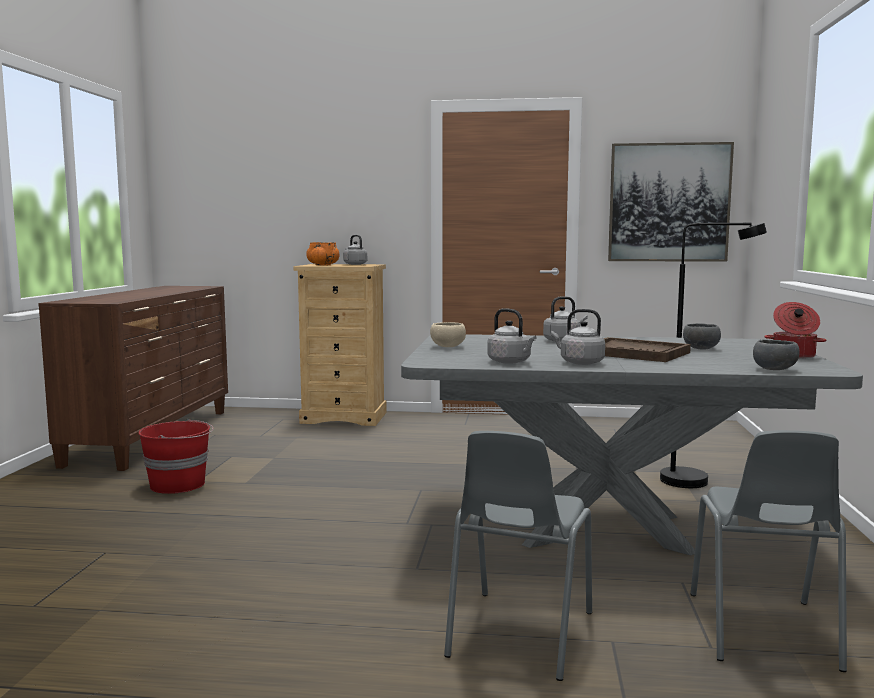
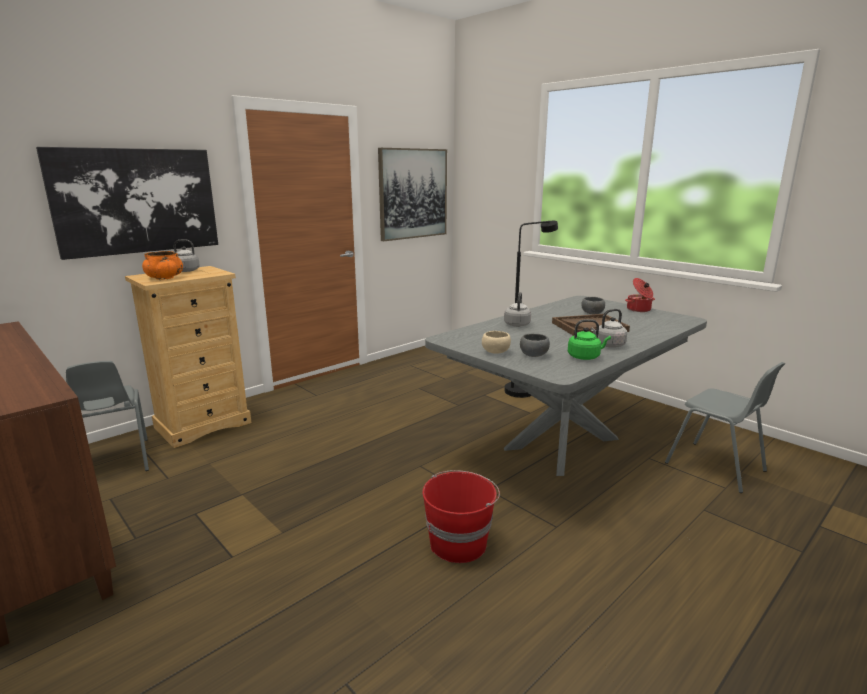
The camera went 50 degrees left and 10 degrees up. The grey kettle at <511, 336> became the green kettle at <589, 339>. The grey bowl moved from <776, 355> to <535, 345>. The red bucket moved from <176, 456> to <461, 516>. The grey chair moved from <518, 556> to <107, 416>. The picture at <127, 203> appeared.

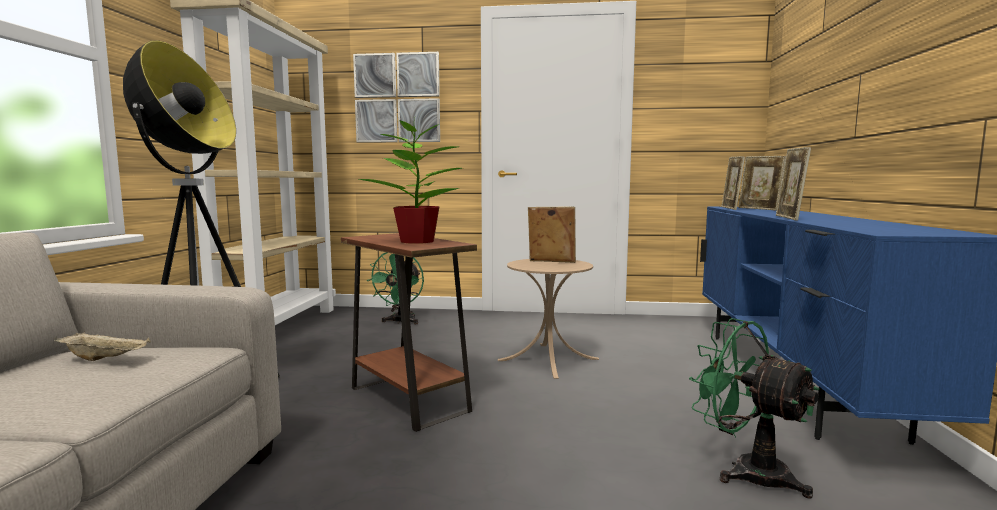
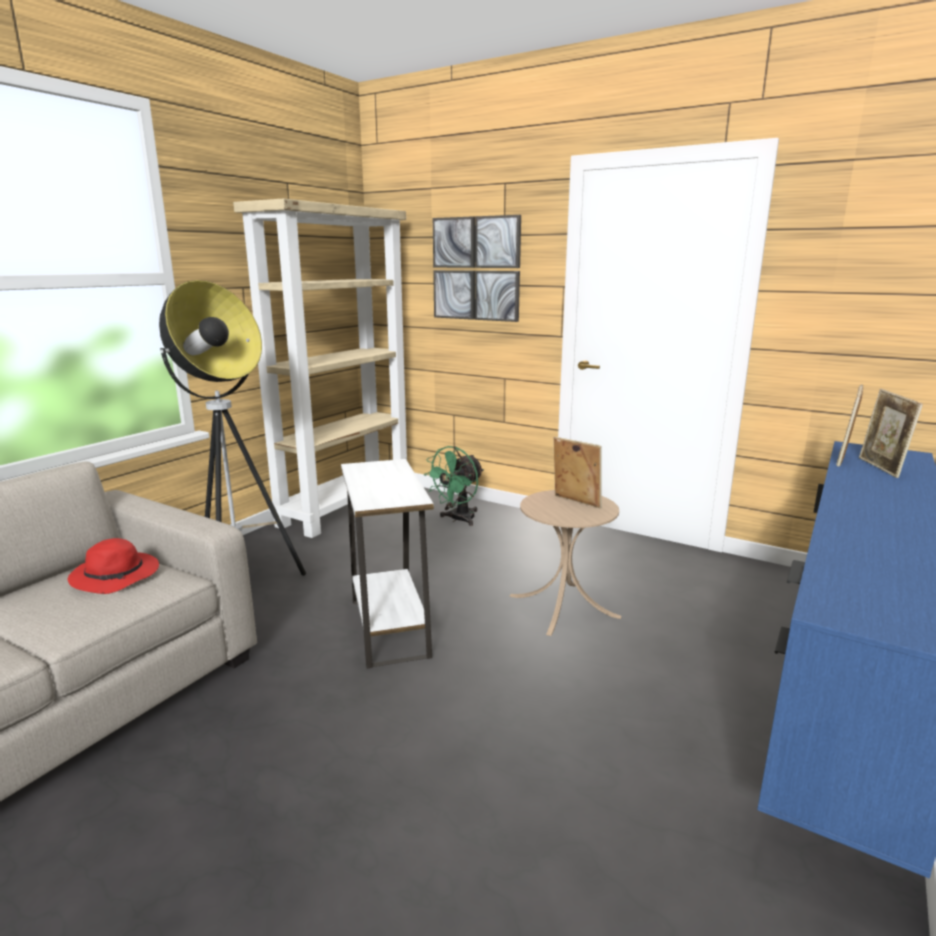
The camera went 25 degrees right and 10 degrees up. The potted plant at <410, 180> disappeared. The picture frame at <793, 184> disappeared. The brown side table at <409, 332> became the white side table at <387, 564>. The green fan at <754, 408> disappeared. The beige tray at <102, 346> was replaced by the red hat at <113, 566>.

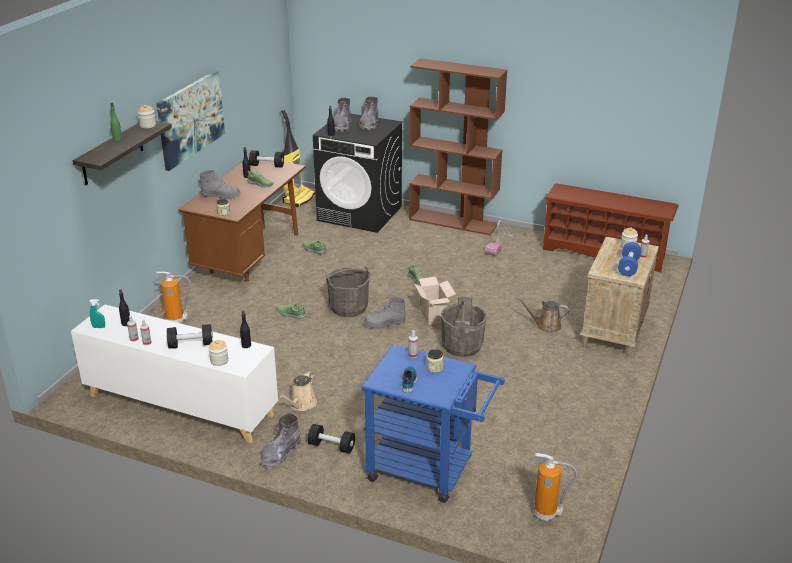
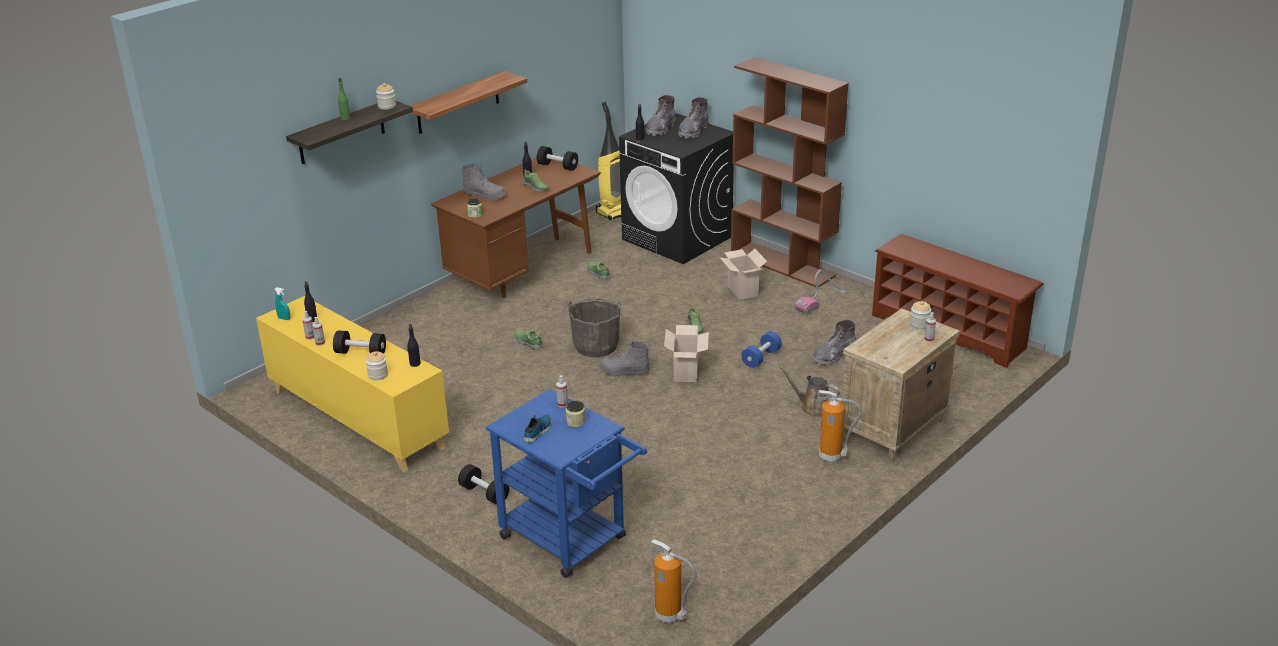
The camera went 20 degrees right and 0 degrees up. The picture at <190, 120> was replaced by the shelf at <469, 102>. The blue dumbbell moved from <630, 259> to <761, 349>. The fire extinguisher moved from <173, 297> to <839, 426>. The grey bucket at <464, 326> disappeared. The white cabinet at <174, 373> became the yellow cabinet at <352, 384>. The beige watering can at <298, 391> disappeared. The grey boot moved from <281, 440> to <834, 343>. The cardboard box at <743, 274> appeared.

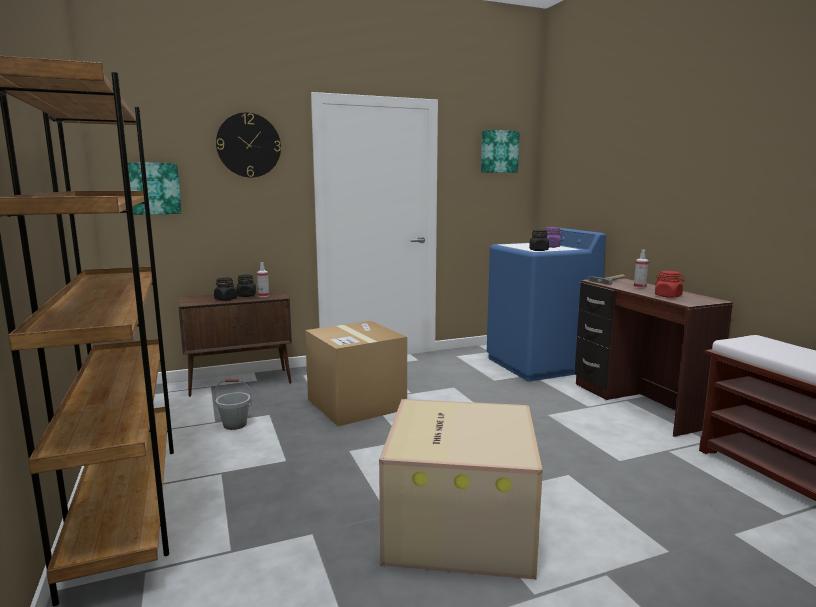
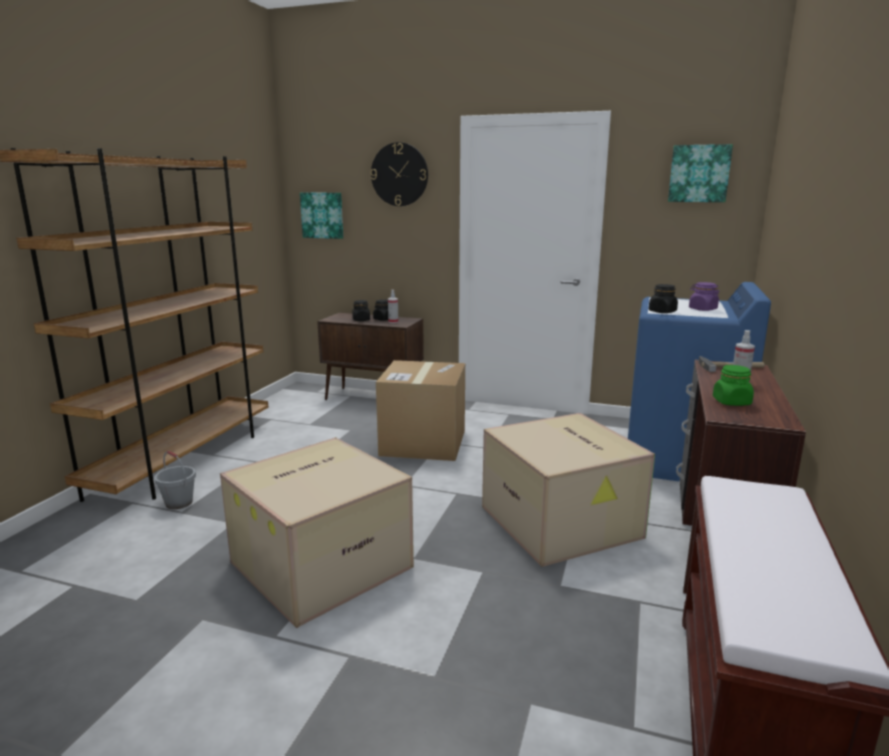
The camera went 40 degrees right and 5 degrees up. The red jar at <670, 284> became the green jar at <733, 385>. The grey bucket moved from <233, 404> to <175, 480>. The cardboard box at <568, 490> appeared.

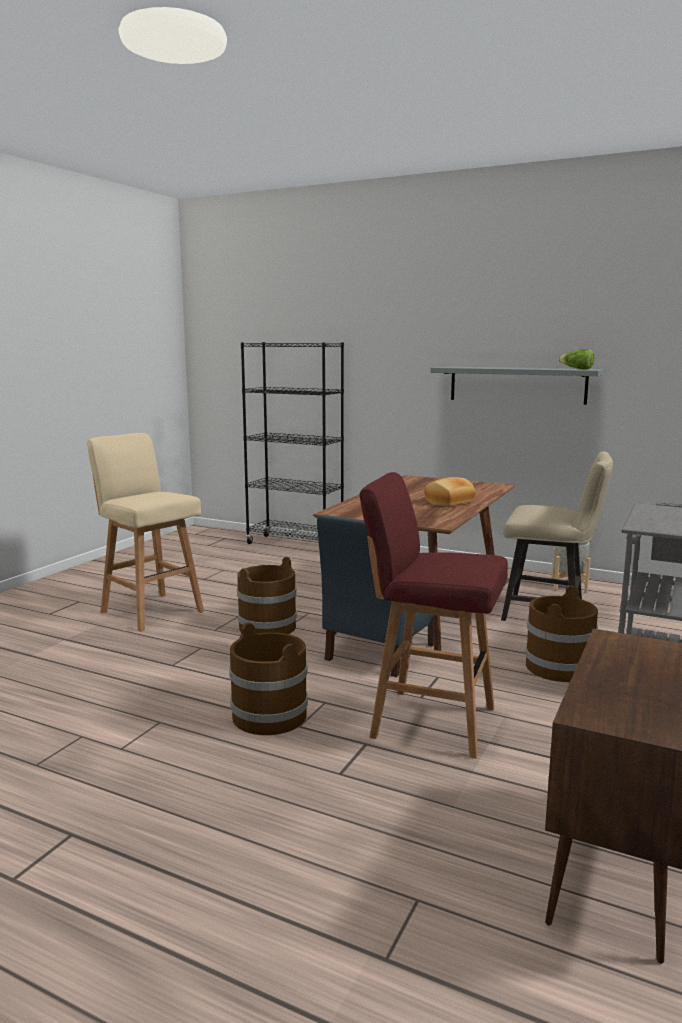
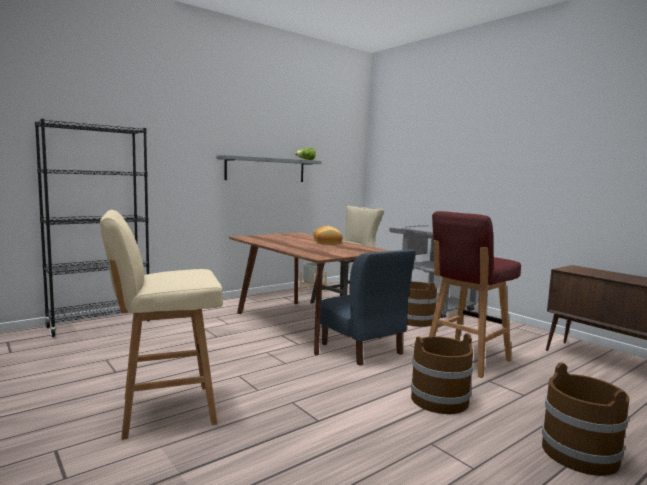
The camera went 65 degrees left and 5 degrees down. The brown bucket moved from <267, 595> to <585, 419>.

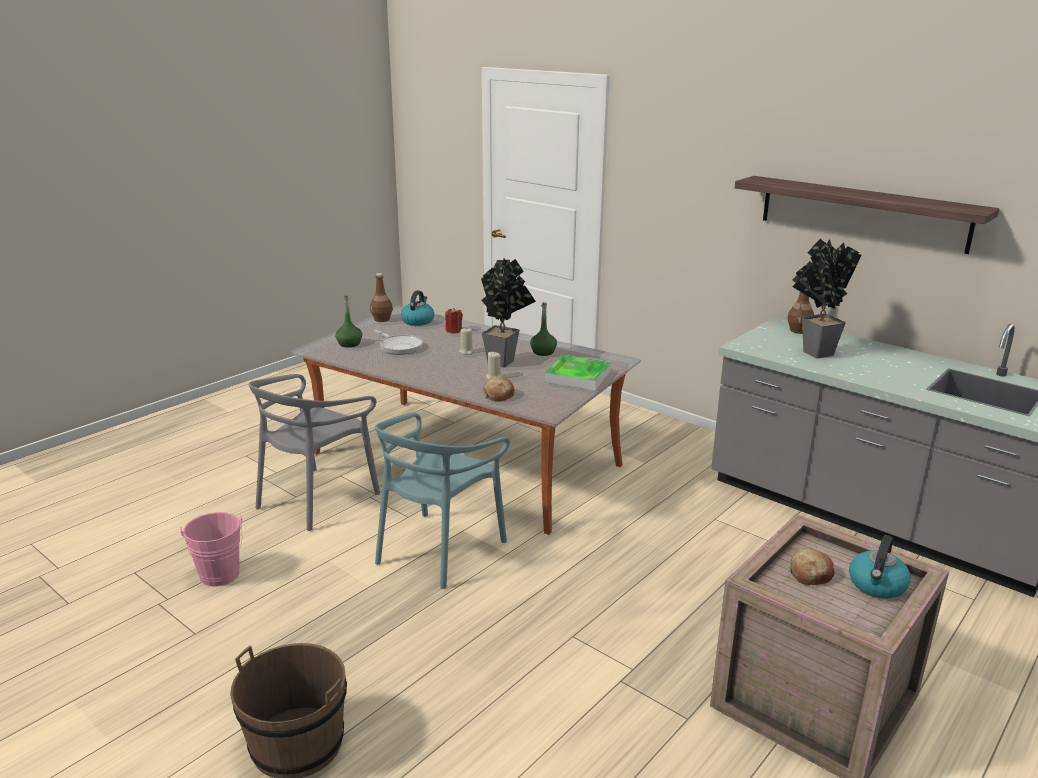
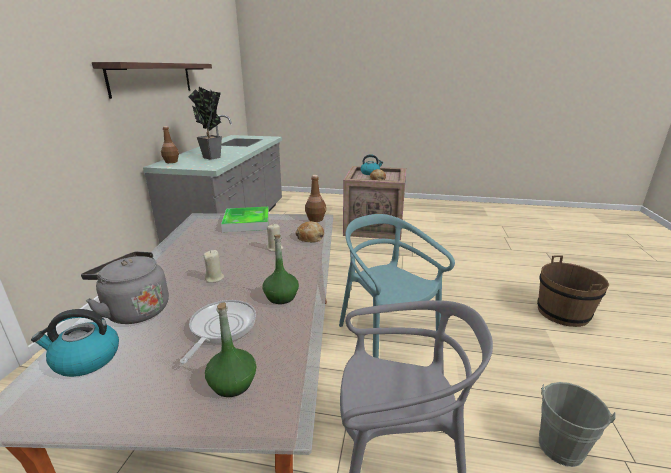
The camera went 120 degrees left and 0 degrees up. The potted plant at <508, 313> disappeared. The brown bottle moved from <381, 297> to <315, 198>. The green bottle moved from <543, 329> to <281, 269>. The red candle at <454, 320> was replaced by the grey kettle at <125, 287>. The turquoise chair at <442, 501> turned 120 degrees counterclockwise. The pink bucket at <211, 549> became the grey bucket at <577, 424>.

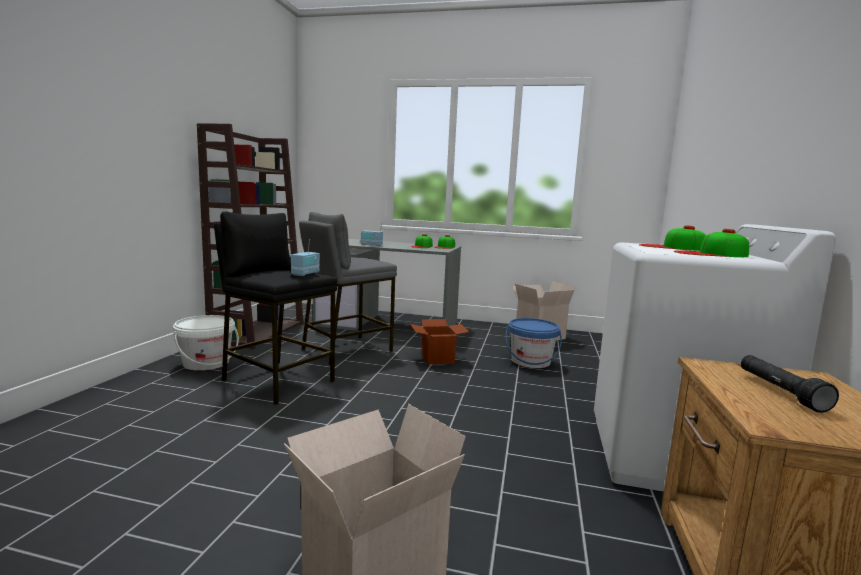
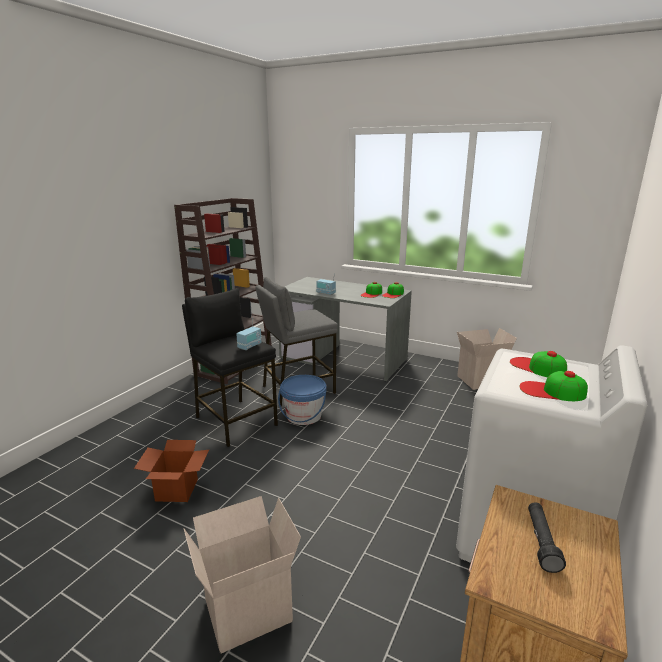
The camera went 15 degrees right and 10 degrees up. The white bucket at <206, 343> disappeared. The blue bucket moved from <533, 343> to <302, 400>. The cardboard box moved from <439, 342> to <171, 471>.

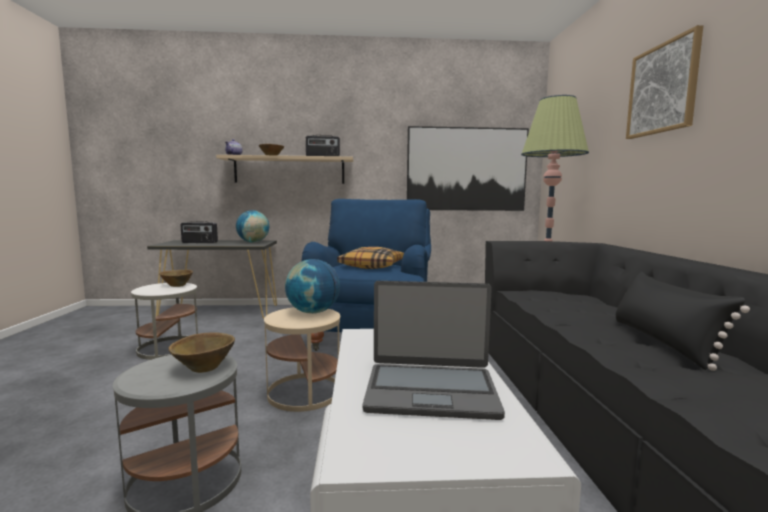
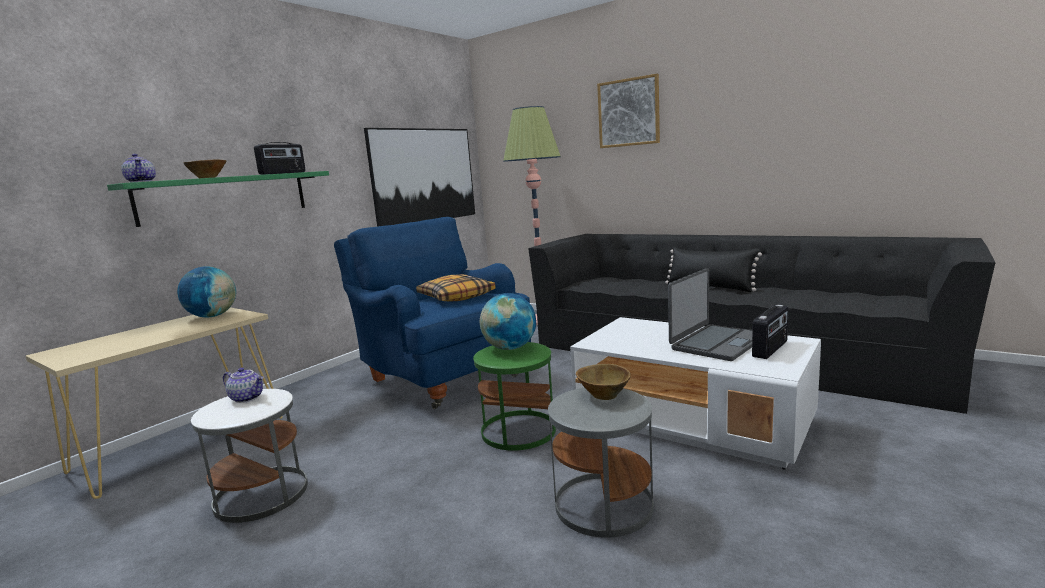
The camera went 50 degrees left and 5 degrees up. The beige shelf at <284, 169> became the green shelf at <218, 199>. The radio moved from <199, 232> to <770, 332>. The black console table at <212, 279> became the beige console table at <154, 403>. The brown bowl at <176, 278> was replaced by the teapot at <243, 385>. The beige side table at <302, 359> became the green side table at <514, 396>.

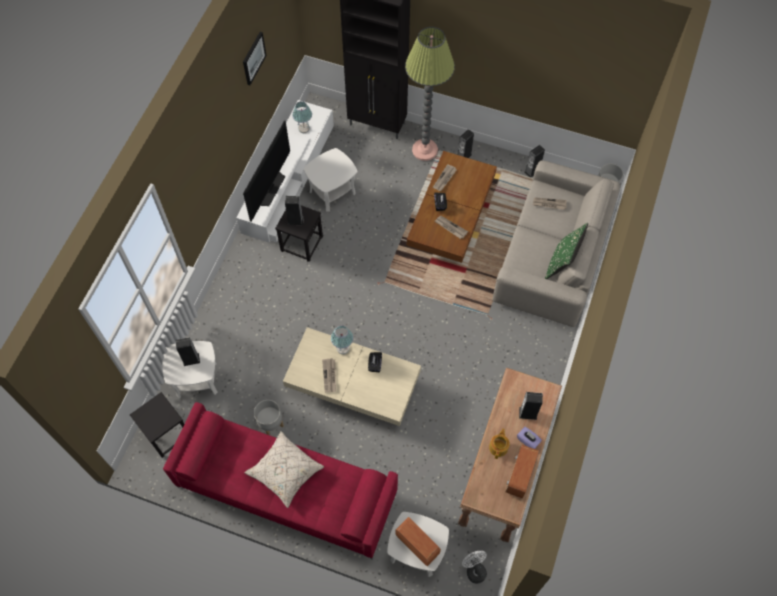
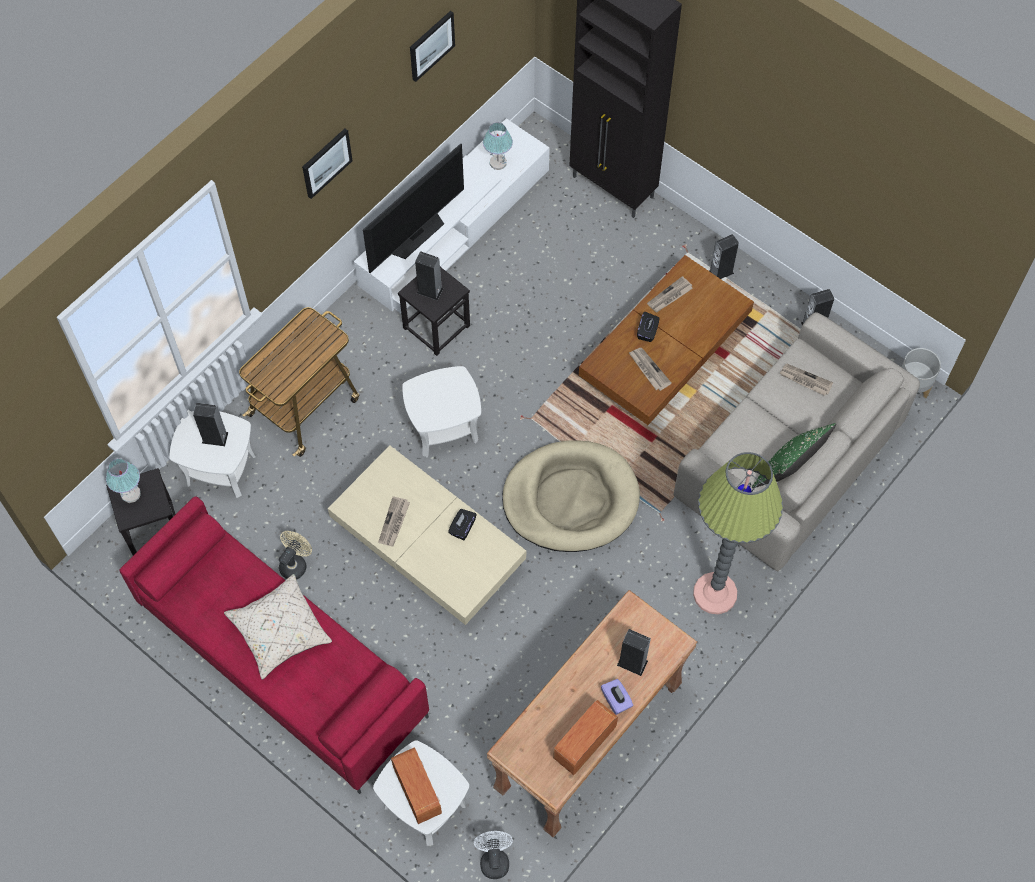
The camera went 20 degrees right and 0 degrees up. The floor lamp moved from <430, 94> to <738, 533>. The white side table moved from <331, 180> to <441, 412>. The table lamp moved from <342, 340> to <123, 480>. The grey planter at <269, 417> was replaced by the beige fan at <295, 555>. The teapot at <499, 443> disappeared. The picture at <327, 163> appeared. The cart at <299, 382> appeared. The beige dog bed at <571, 496> appeared.

